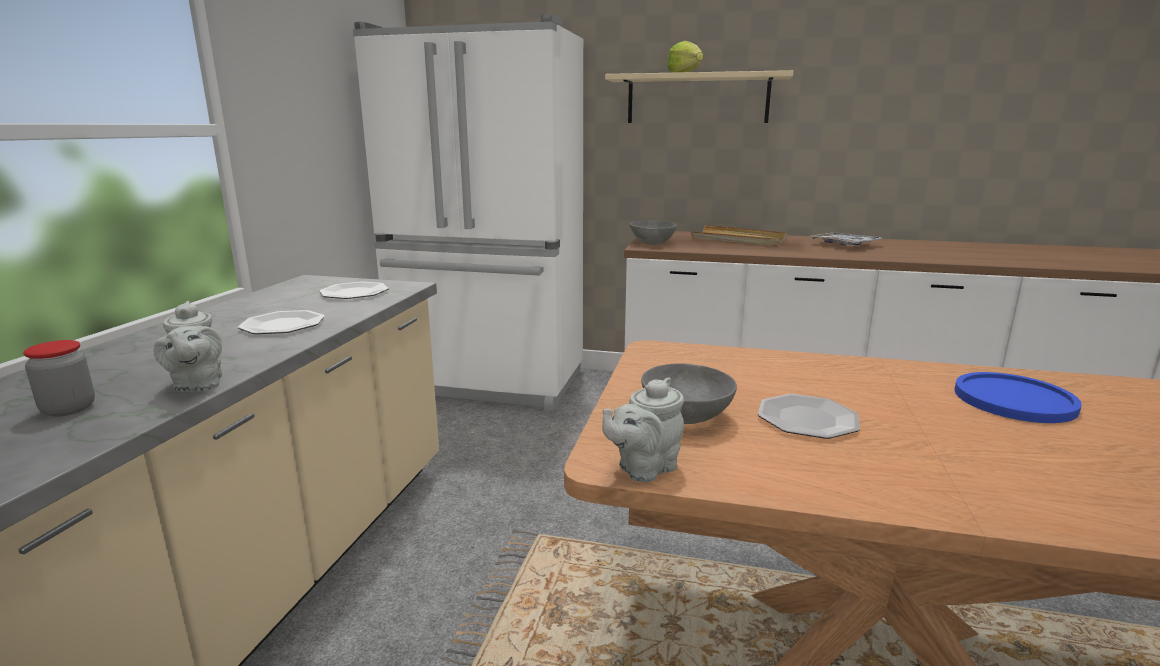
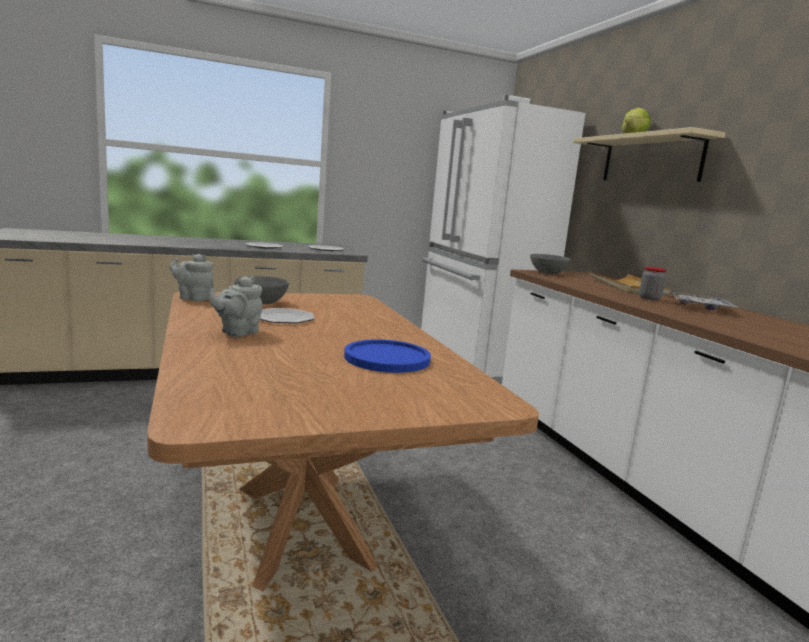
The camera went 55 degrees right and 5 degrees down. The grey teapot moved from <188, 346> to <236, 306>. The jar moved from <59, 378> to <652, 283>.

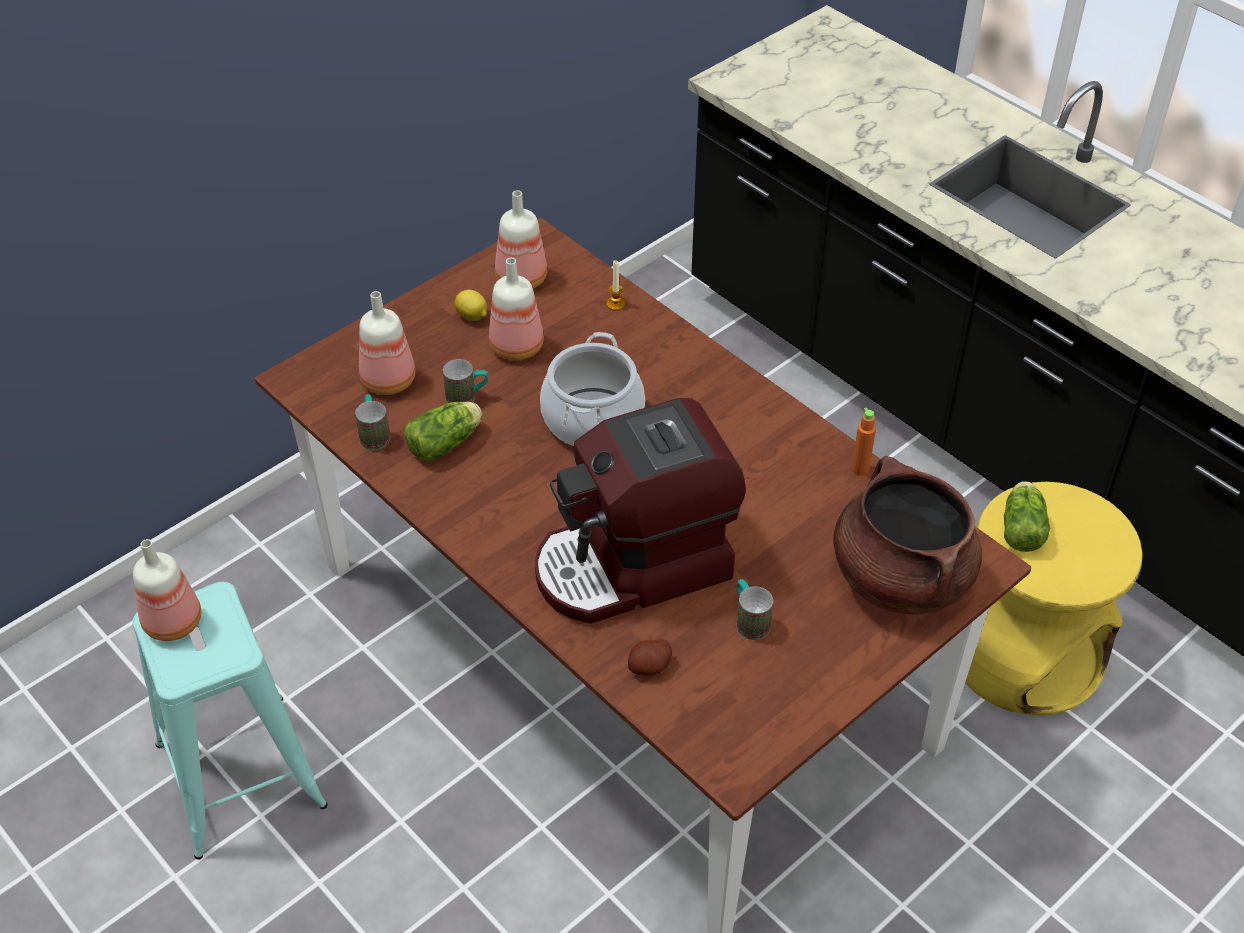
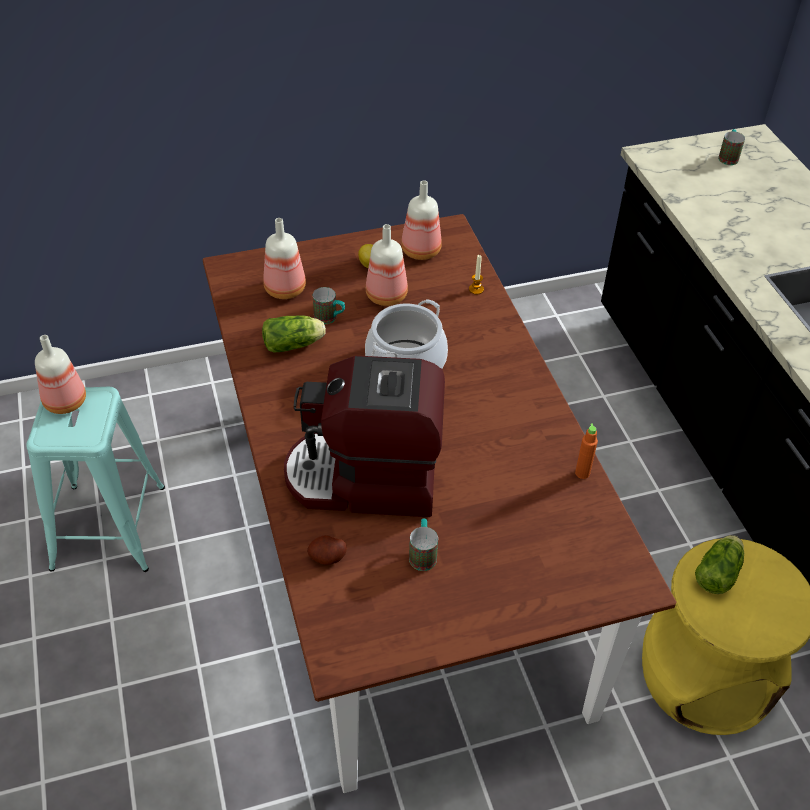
The camera went 25 degrees right and 0 degrees up. The mug moved from <372, 422> to <731, 147>. The brown cooking pot at <907, 535> disappeared.

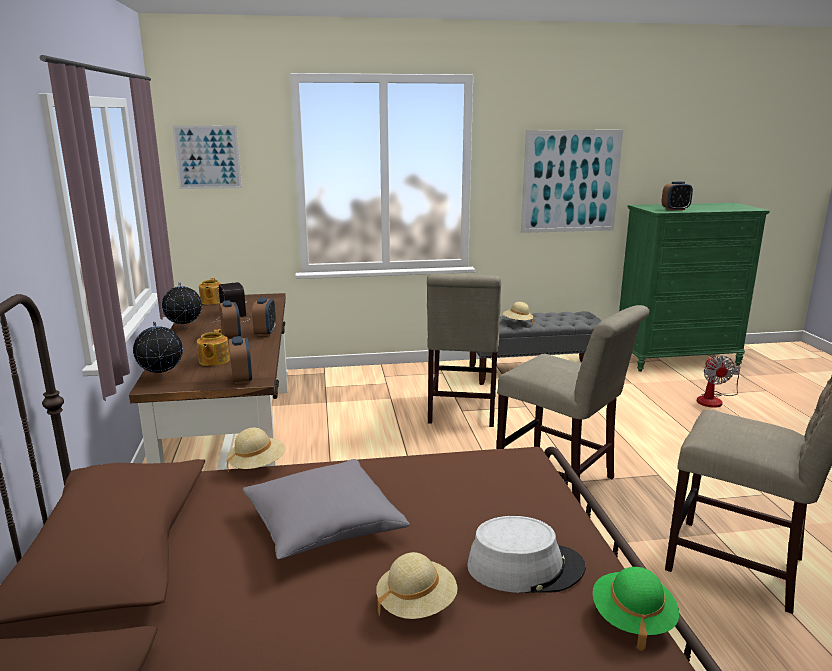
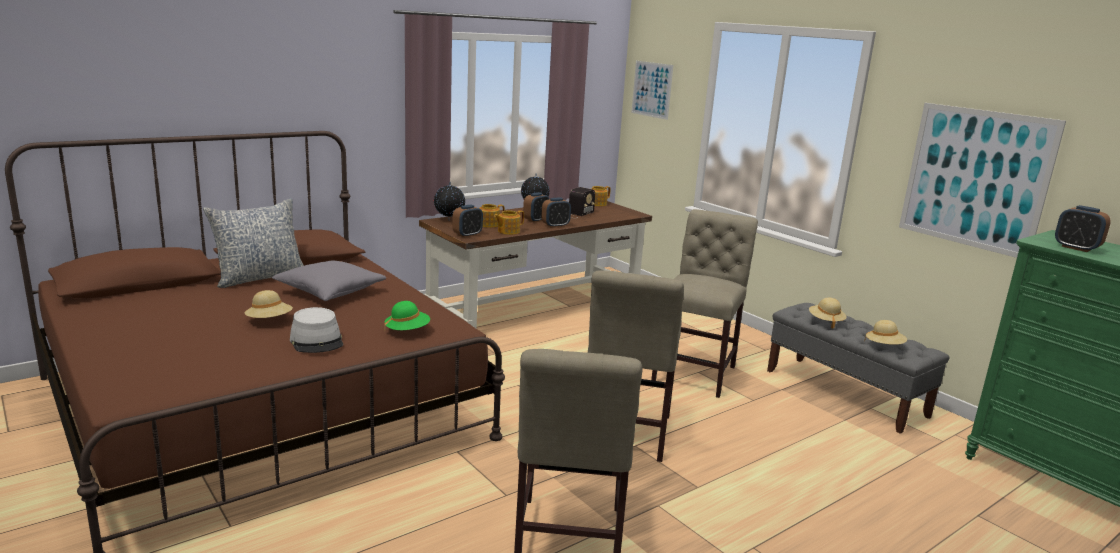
The camera went 60 degrees right and 0 degrees up. The beige chair at <464, 350> turned 135 degrees clockwise. The fan at <719, 382> disappeared. The beige hat moved from <256, 450> to <885, 332>. The green hat moved from <636, 609> to <407, 315>. The pillow at <253, 243> appeared. The teapot at <509, 222> appeared.

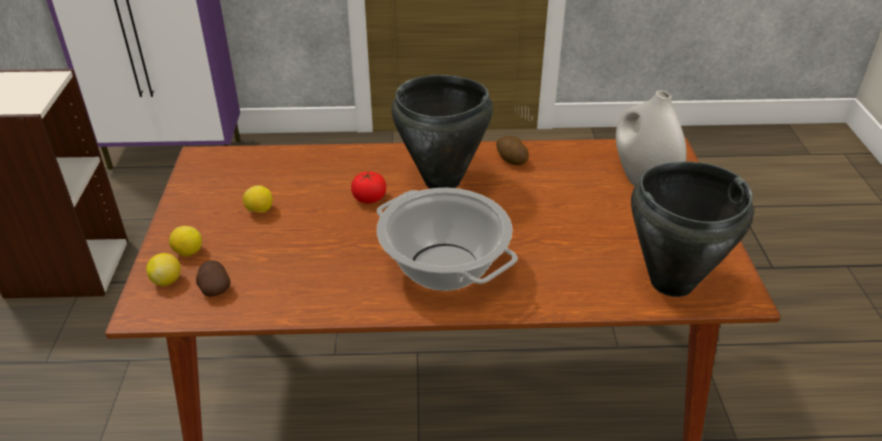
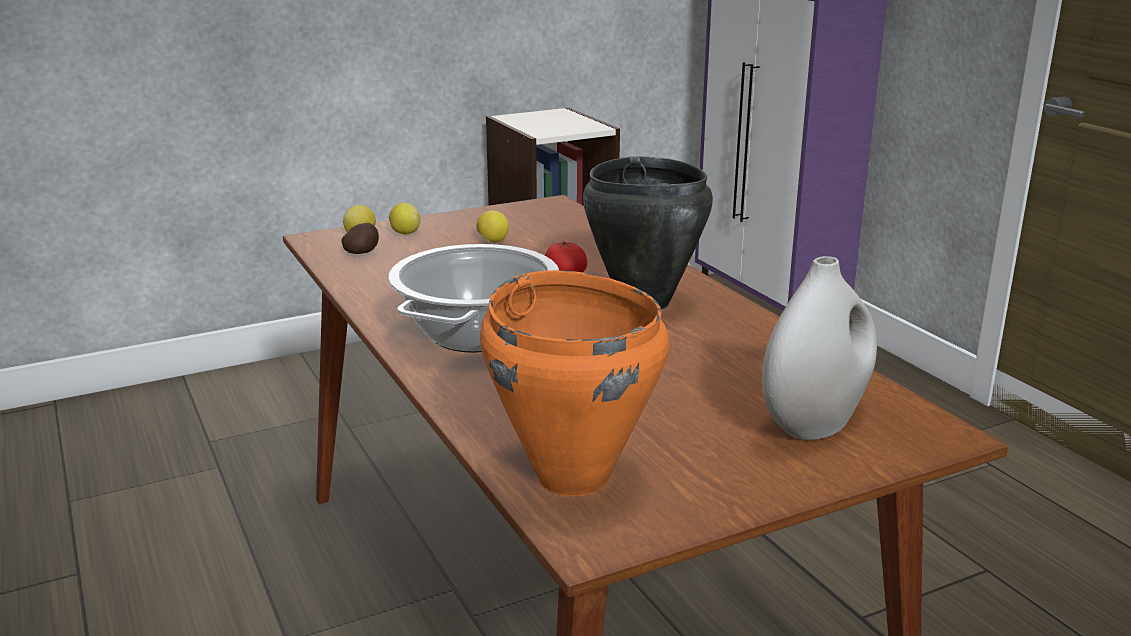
The camera went 65 degrees right and 15 degrees down. The potato at <512, 150> disappeared. The black cooking pot at <692, 229> became the orange cooking pot at <574, 383>.

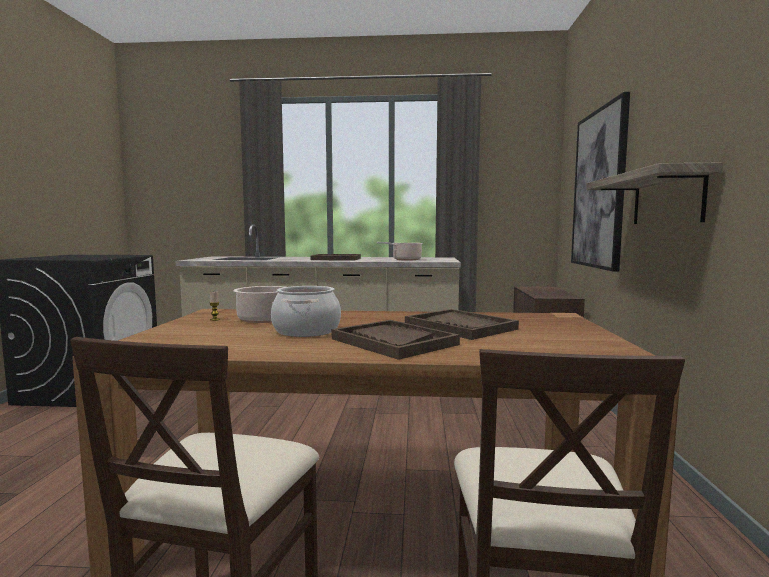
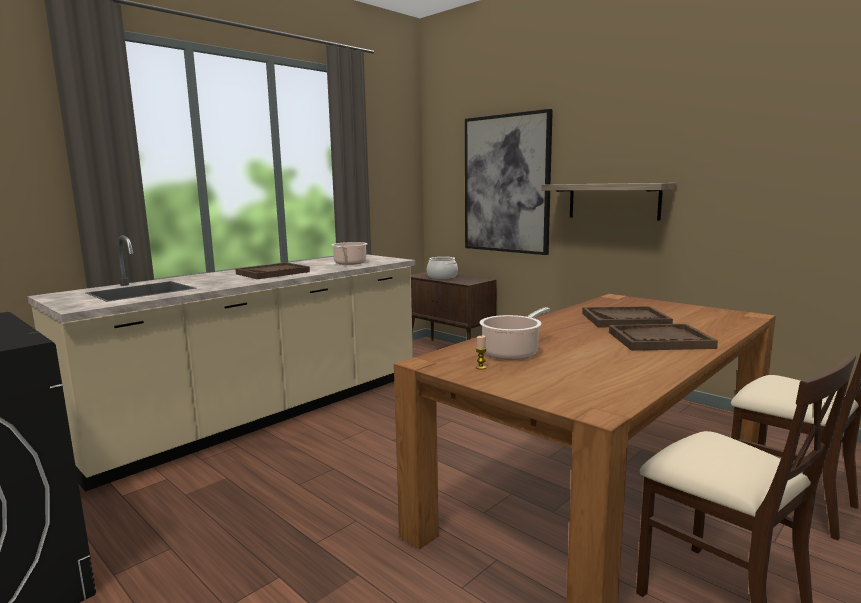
The camera went 50 degrees left and 5 degrees up. The cooking pot moved from <306, 311> to <442, 268>.

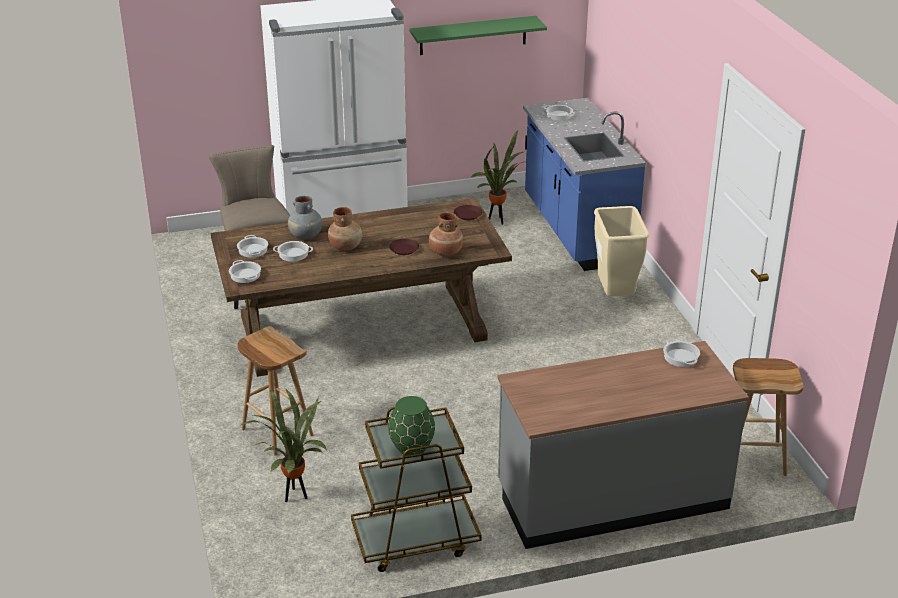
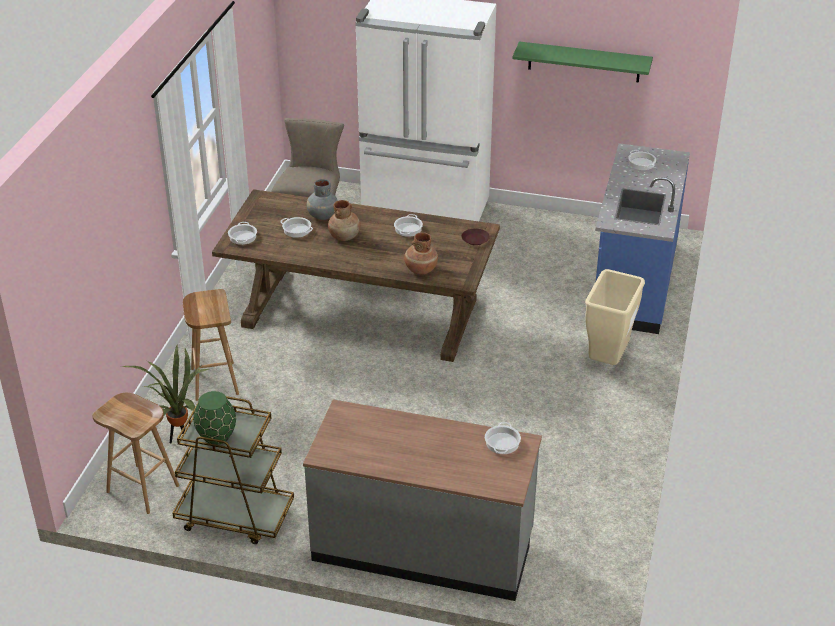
The camera went 30 degrees right and 5 degrees up. The potted plant at <498, 178> disappeared. The cooking pot moved from <252, 246> to <408, 225>. The brown plate at <404, 247> disappeared. The brown stool moved from <768, 417> to <135, 453>.

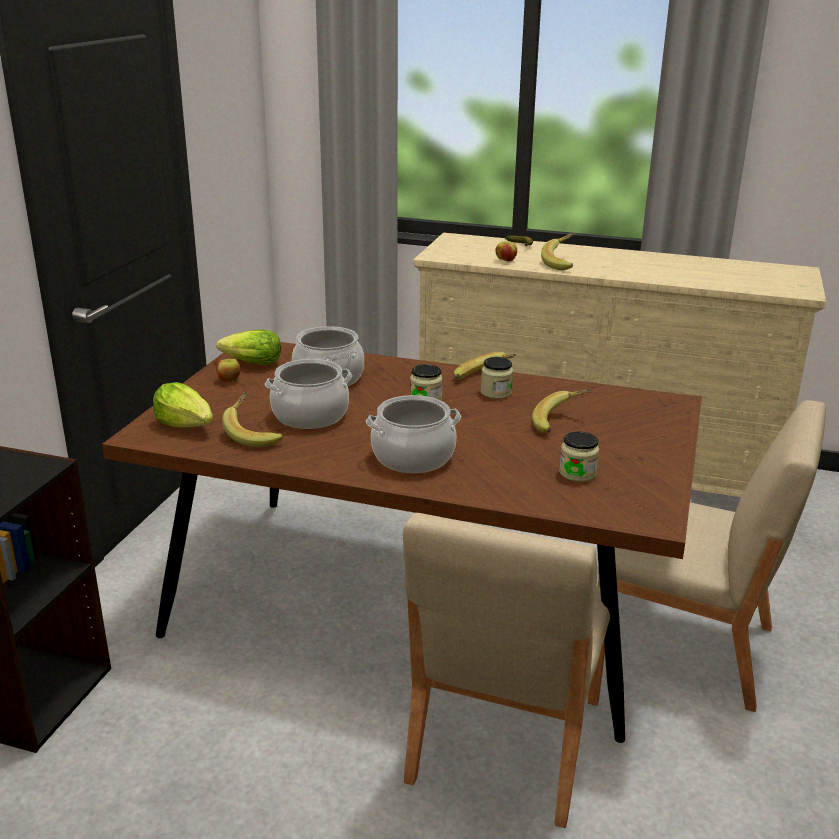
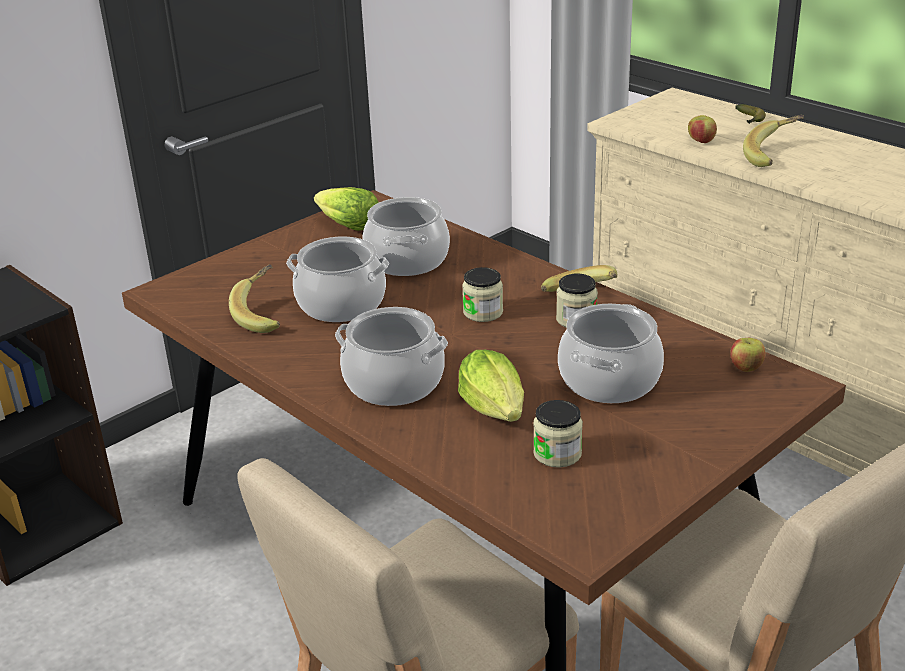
The camera went 30 degrees right and 5 degrees up. The apple moved from <228, 370> to <747, 355>. The lettuce moved from <183, 405> to <491, 386>. The banana at <561, 411> was replaced by the cooking pot at <611, 353>.

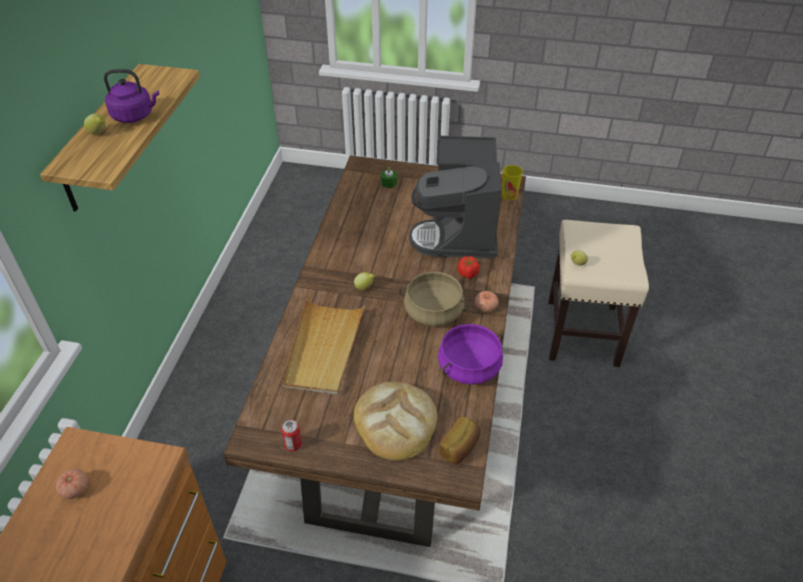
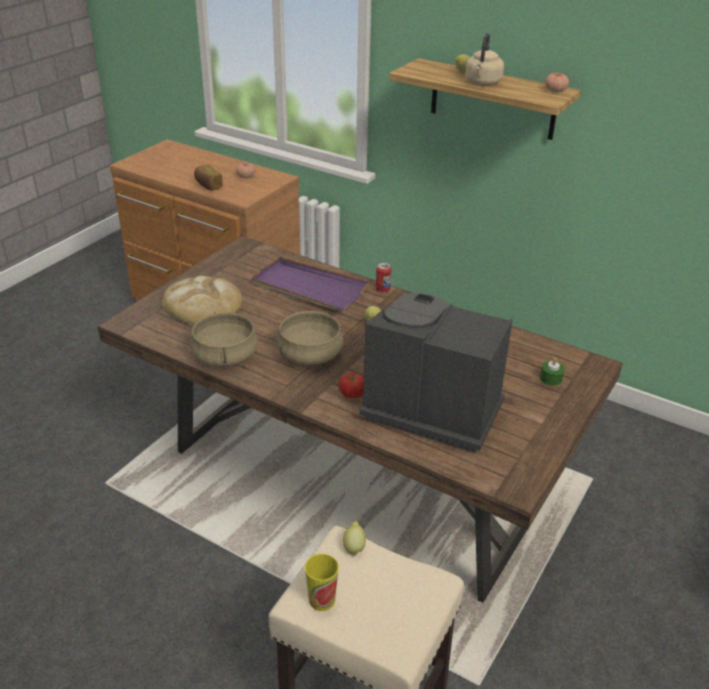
The camera went 110 degrees right and 10 degrees down. The purple kettle at <132, 96> became the beige kettle at <485, 59>. The cup moved from <512, 182> to <322, 582>. The tomato moved from <486, 301> to <557, 82>. The beige tray at <323, 346> became the purple tray at <309, 284>. The purple cooking pot at <470, 354> became the beige cooking pot at <223, 339>. The bread moved from <459, 440> to <208, 177>. The can moved from <291, 435> to <383, 277>.

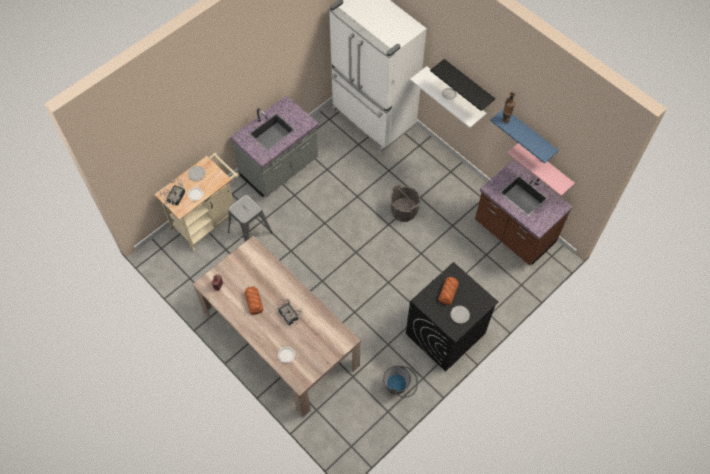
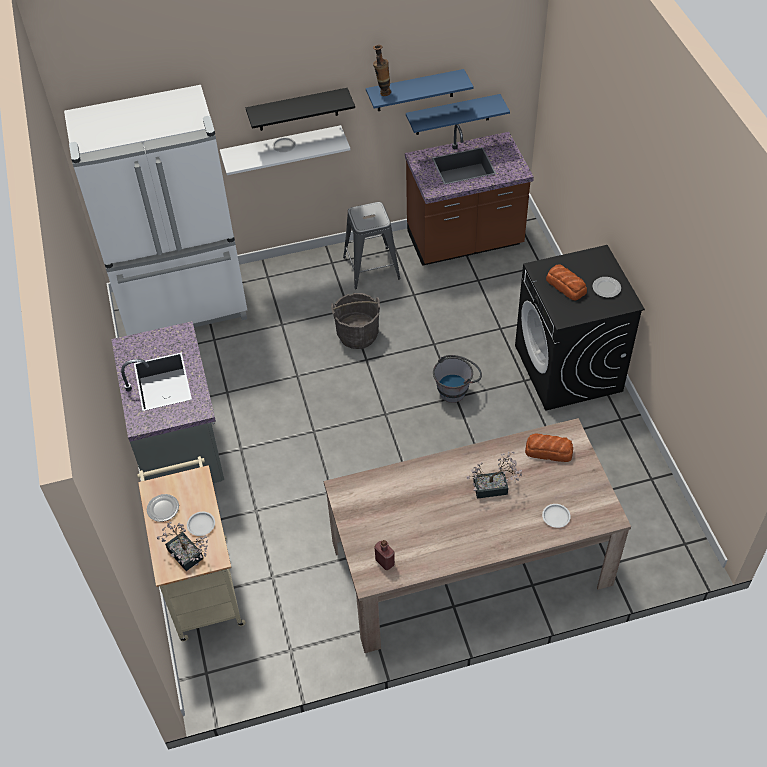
The camera went 60 degrees left and 10 degrees down. The pink shelf at <541, 169> became the blue shelf at <458, 114>. The grey stool moved from <250, 218> to <372, 245>. The bread moved from <254, 300> to <549, 447>. The grey bucket moved from <400, 382> to <457, 379>.

